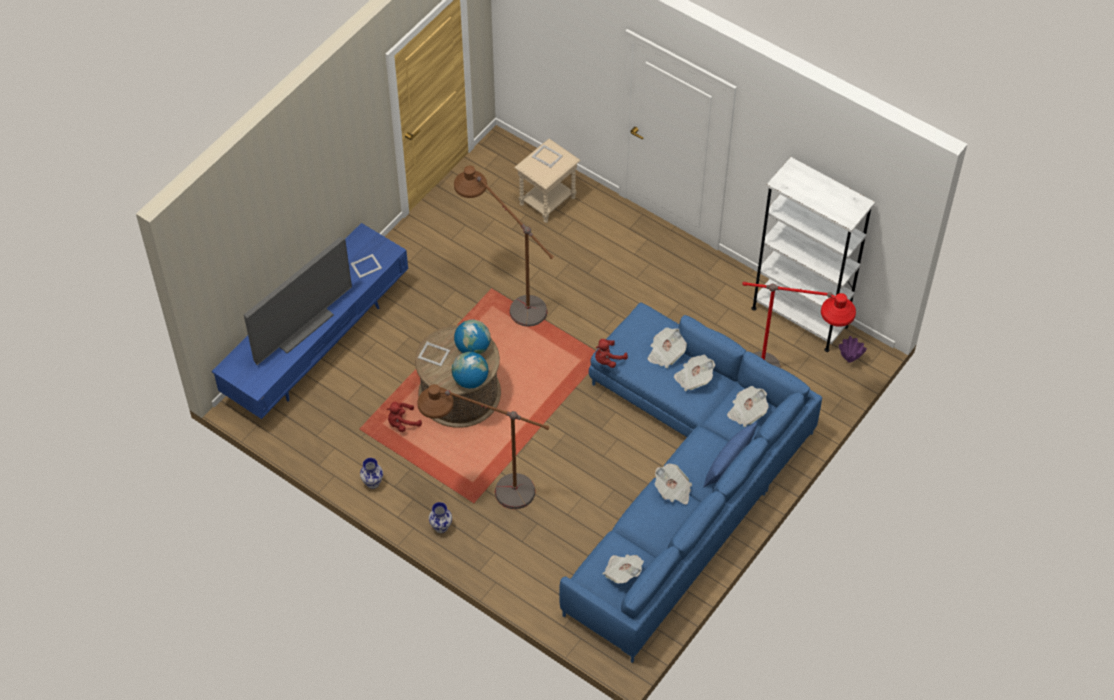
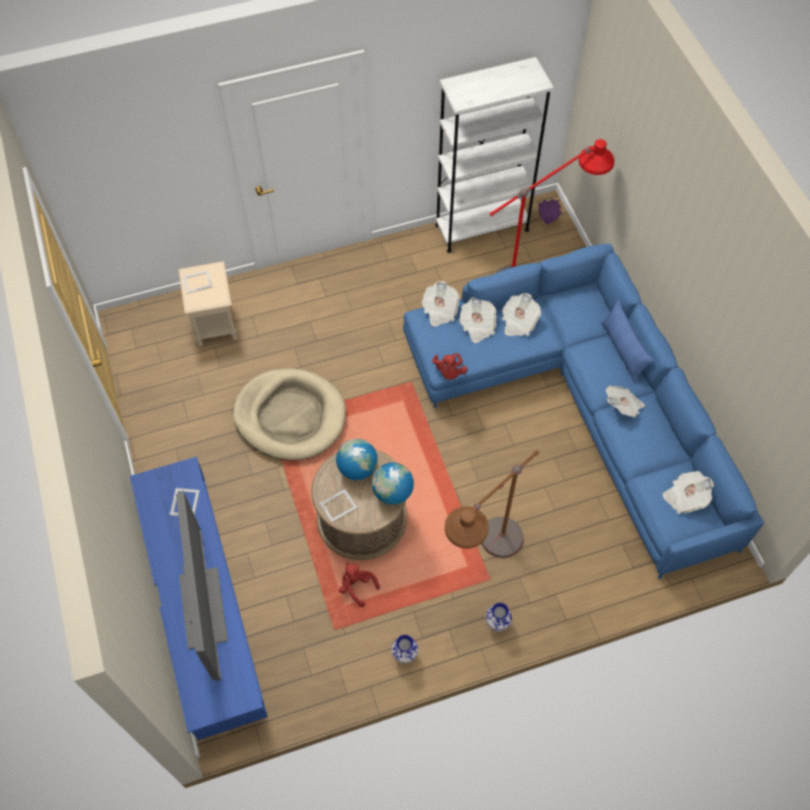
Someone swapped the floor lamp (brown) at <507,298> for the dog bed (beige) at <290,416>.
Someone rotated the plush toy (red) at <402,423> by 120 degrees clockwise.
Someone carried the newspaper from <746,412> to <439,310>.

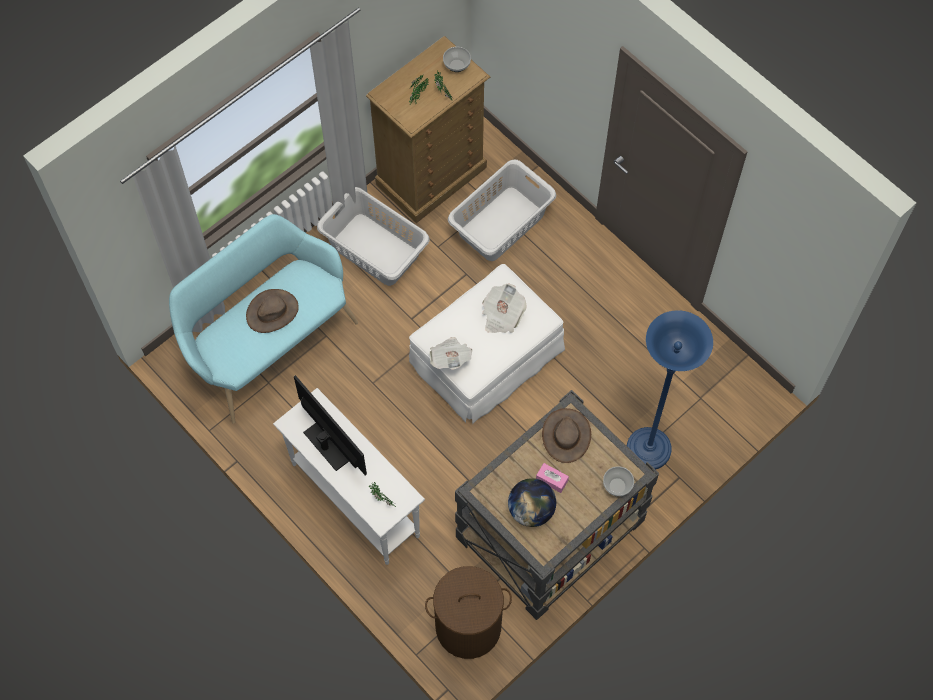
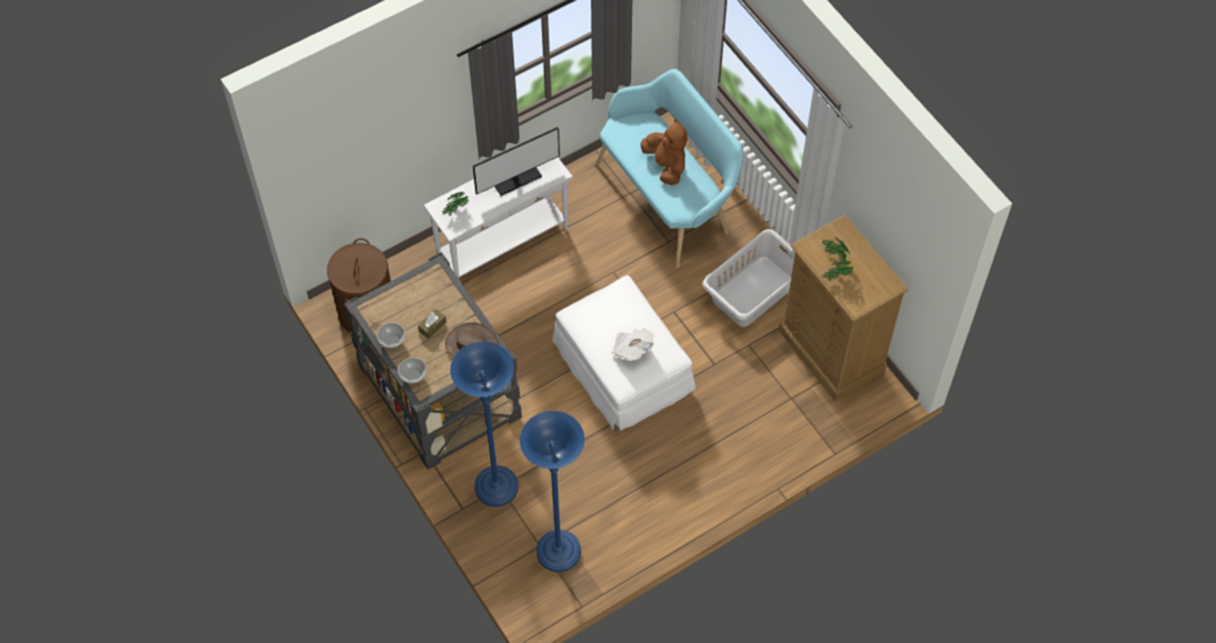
Someone carried the bowl from <456,66> to <392,341>.
Someone repainted the tissue box (pink) at <552,480>, which became the tissue box (brown) at <432,326>.
Someone put down the floor lamp (blue) at <558,552>.
Someone swapped the hat (brown) at <272,312> for the plush toy (brown) at <666,165>.
Someone took away the newspaper at <450,358>.
Someone took away the laundry basket (grey) at <502,224>.
Someone took away the globe at <531,510>.

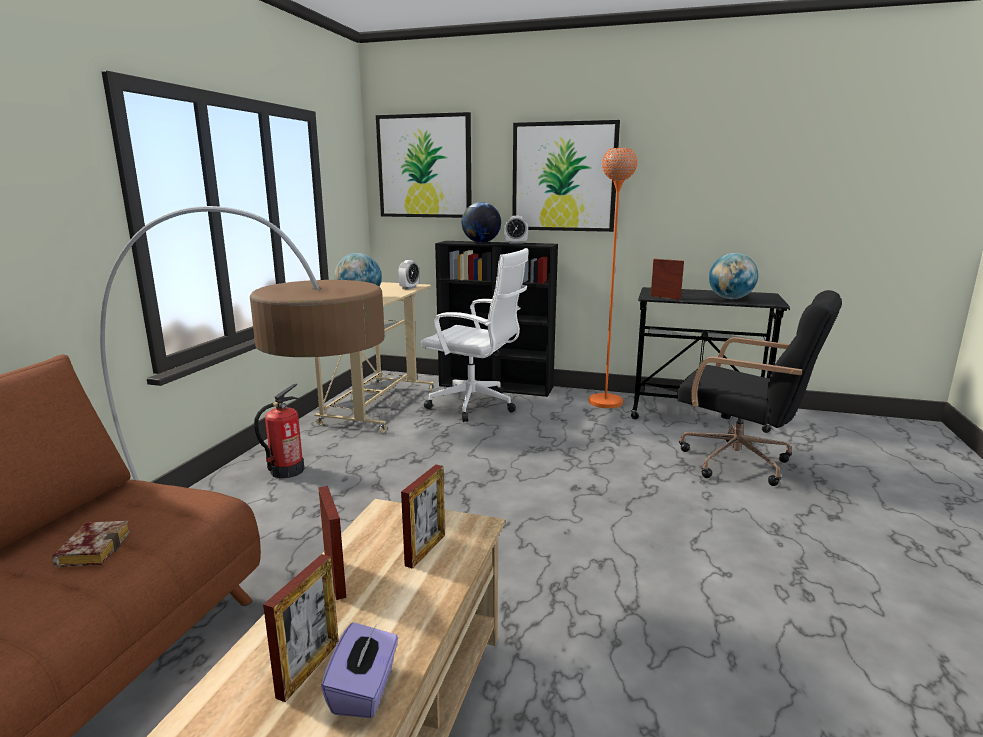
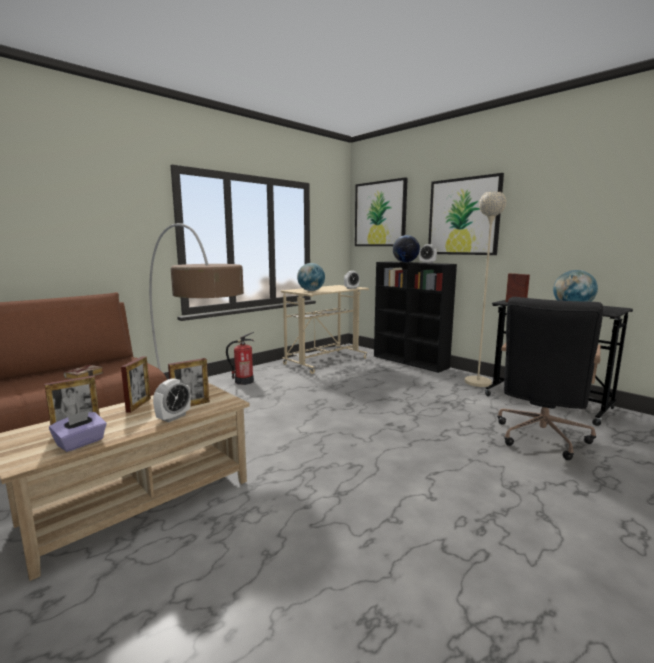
Someone put down the alarm clock at <174,417>.
Someone repainted the floor lamp (orange) at <605,402>, which became the floor lamp (beige) at <478,382>.
Someone rotated the office chair (black) at <741,464> by 60 degrees clockwise.
Someone took away the office chair (white) at <476,406>.

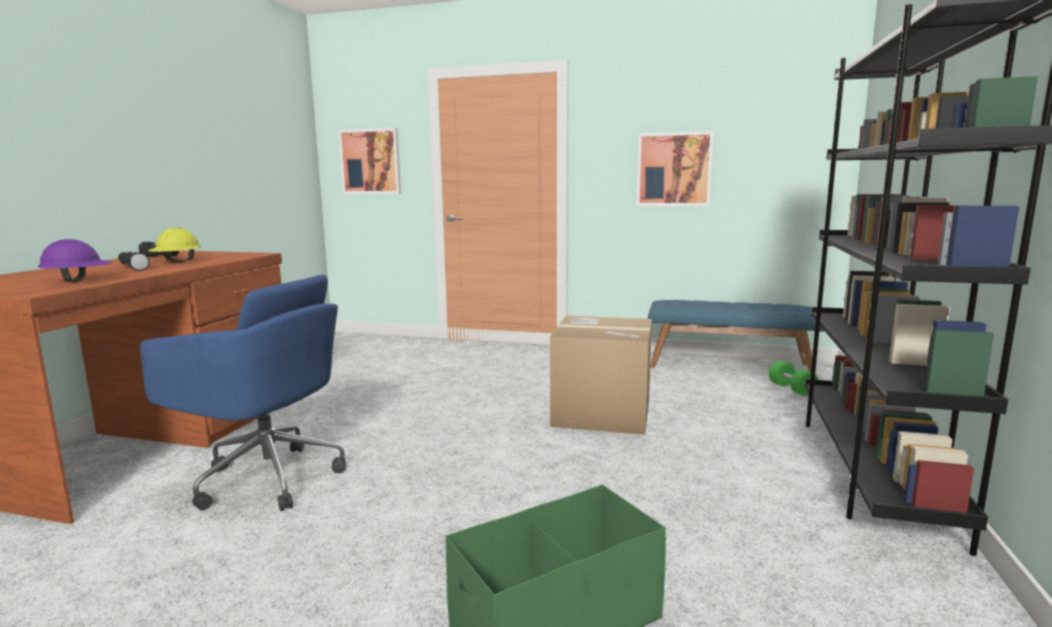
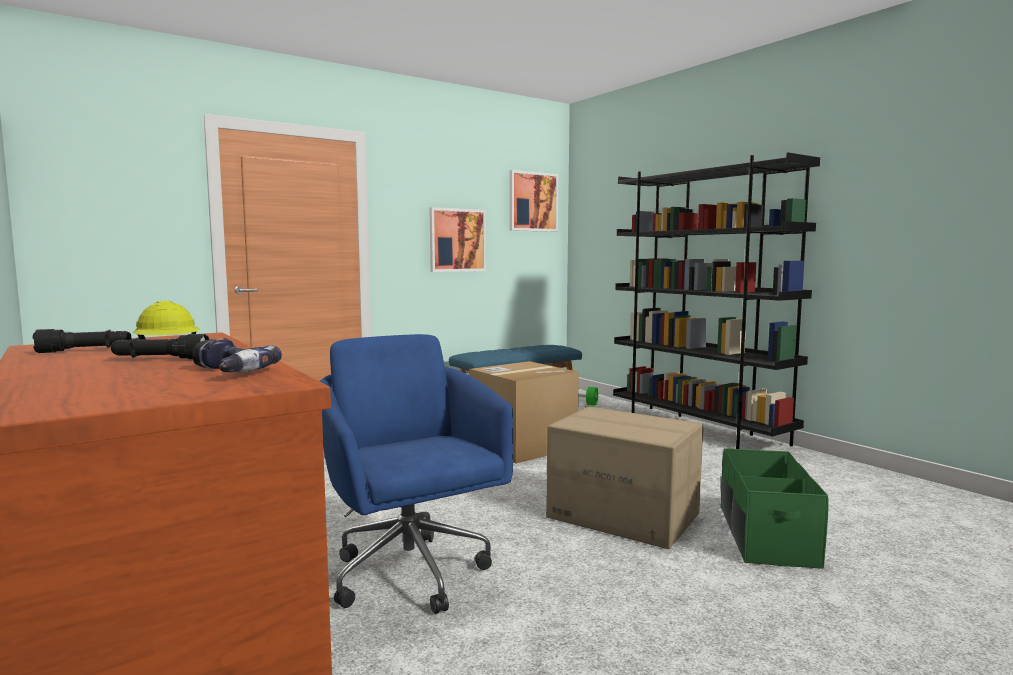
Someone swapped the hard hat (purple) at <79,281> for the power drill at <227,372>.
Someone rotated the office chair (blue) at <264,479> by 90 degrees counterclockwise.
Someone carried the picture from <370,161> to <533,202>.
Someone put down the cardboard box at <624,515>.

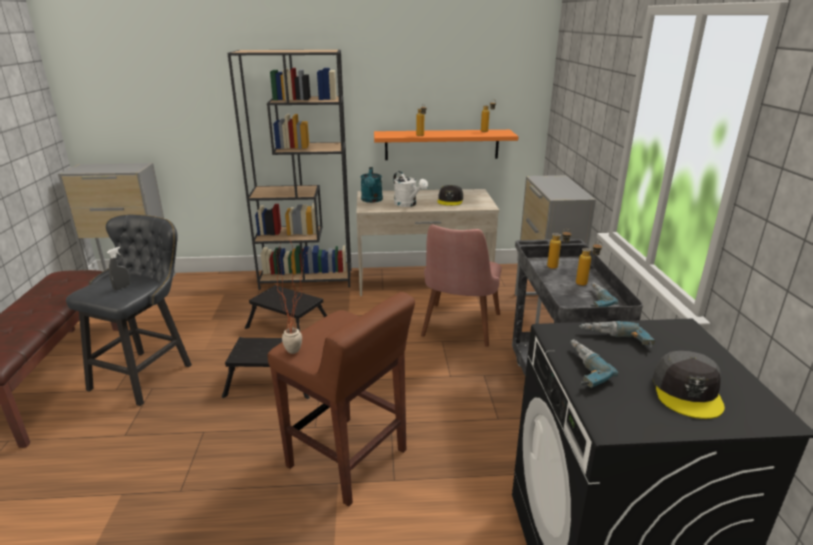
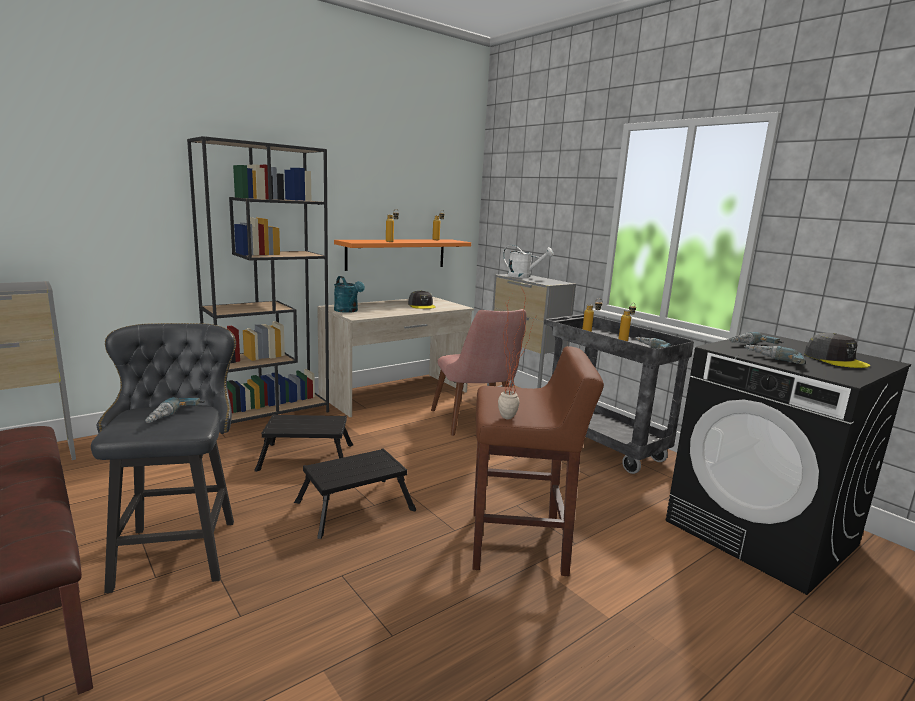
Someone swapped the spray bottle (grey) at <122,287> for the power drill at <175,417>.
Someone carried the watering can (white) from <408,204> to <523,276>.

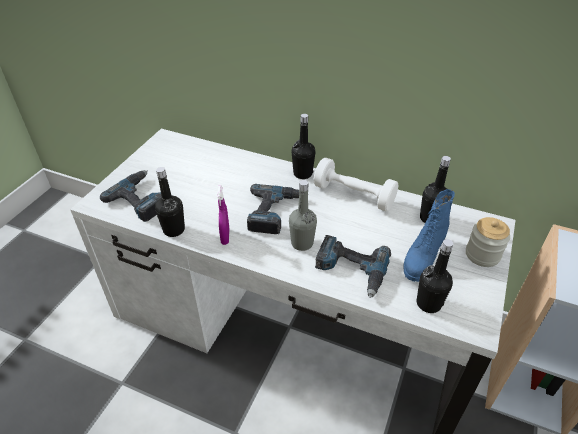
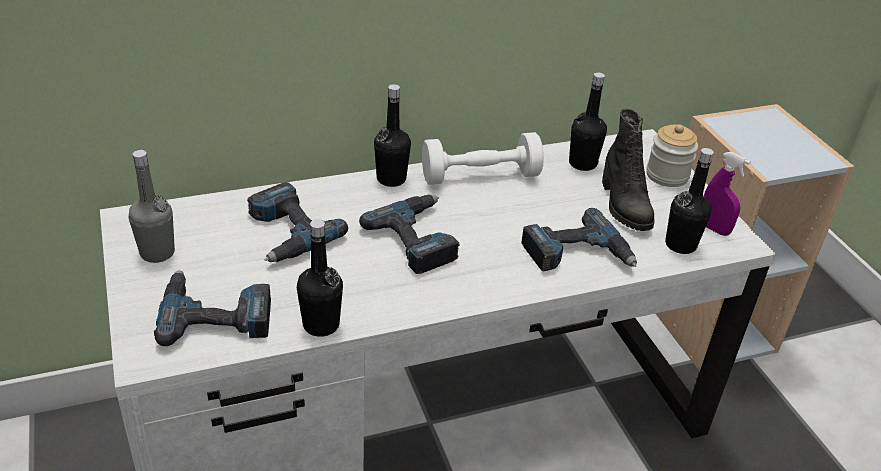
Someone carried the bottle (grey) from <302,243> to <157,253>.
Someone put down the power drill at <286,232>.
Someone repainted the boot (blue) at <422,258>, which became the boot (black) at <623,206>.
Someone carried the spray bottle (purple) from <225,237> to <713,229>.

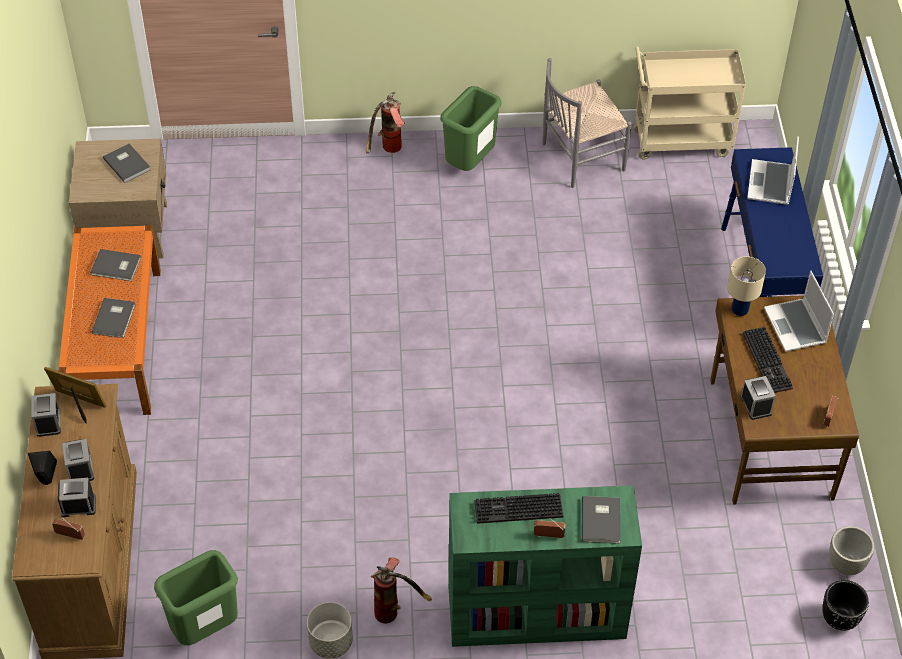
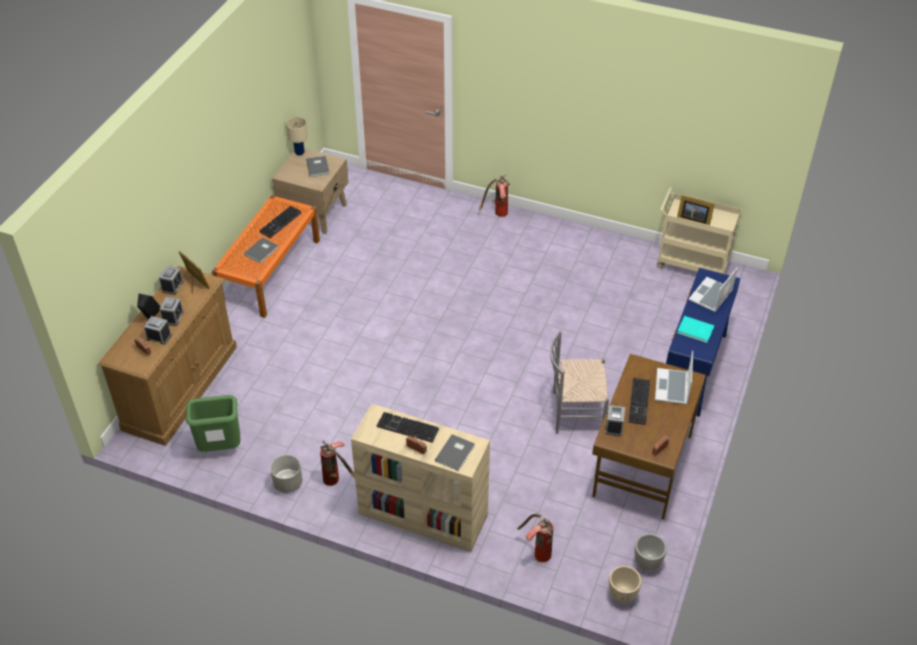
Someone swapped the book (grey) at <116,267> for the keyboard at <281,223>.
Someone carried the table lamp (beige) from <739,311> to <299,153>.
Someone repainted the bookcase (green) at <536,614>, which became the bookcase (beige) at <422,515>.
Someone put down the fire extinguisher at <536,552>.
Someone carried the chair (grey) from <579,158> to <574,412>.
Someone repainted the planter (black) at <839,619>, which became the planter (beige) at <622,595>.
Someone put down the picture frame at <692,220>.
Someone put down the book (turquoise) at <695,331>.
Someone took away the trash can (green) at <470,164>.

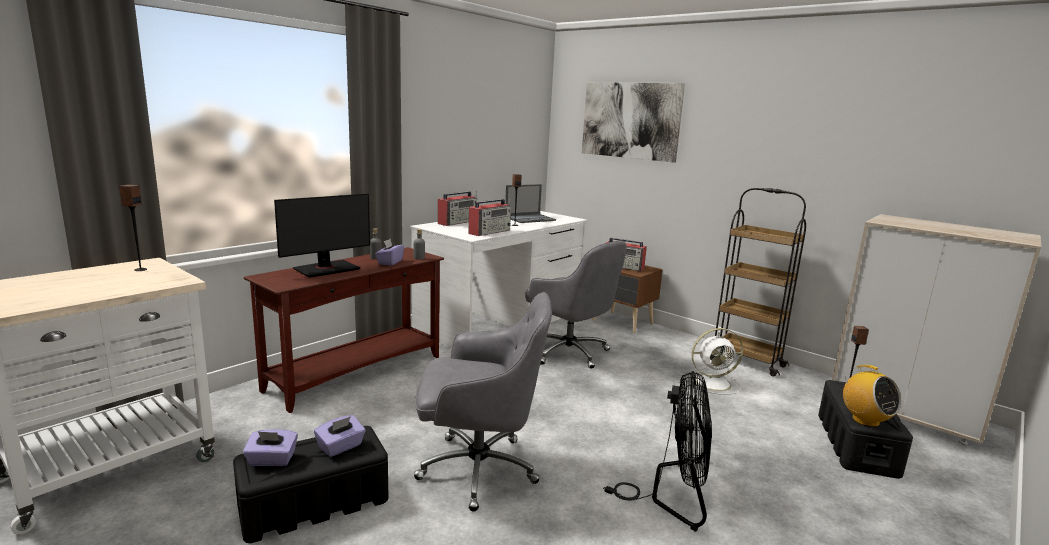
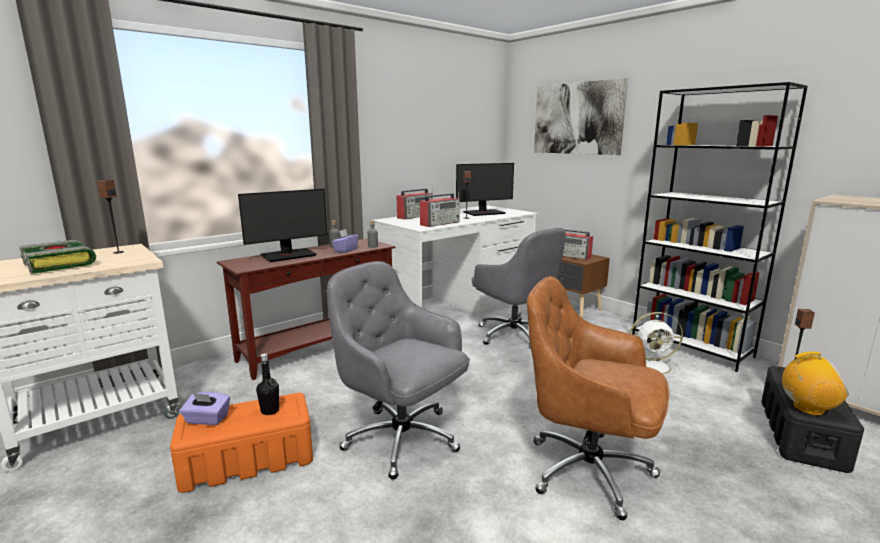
Someone put down the book at <61,264>.
Someone repainted the storage box (black) at <313,504>, which became the storage box (orange) at <247,461>.
Someone swapped the tissue box (purple) at <341,447> for the bottle (black) at <270,410>.
Someone rotated the office chair (grey) at <478,469> by 150 degrees counterclockwise.
Someone swapped the laptop at <530,219> for the monitor at <483,213>.
Someone swapped the fan (black) at <672,490> for the office chair (brown) at <589,470>.
Someone swapped the cart (brown) at <747,361> for the bookcase (white) at <691,347>.
Someone rotated the radio at <865,420> by 60 degrees counterclockwise.

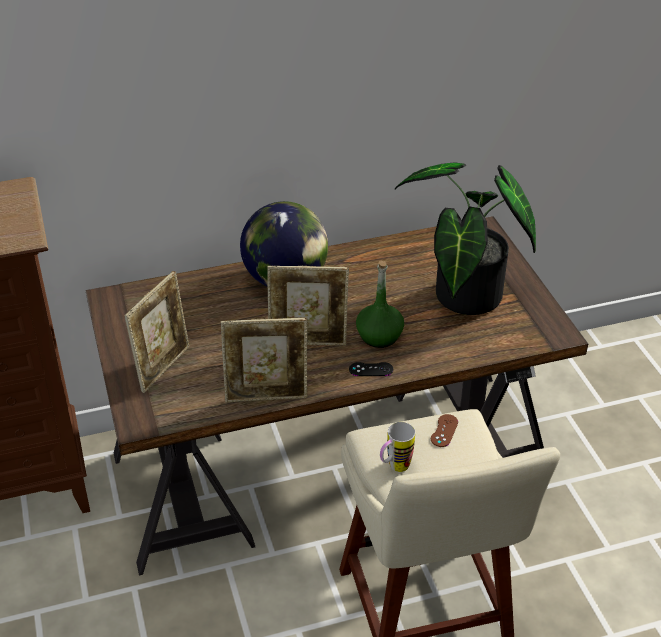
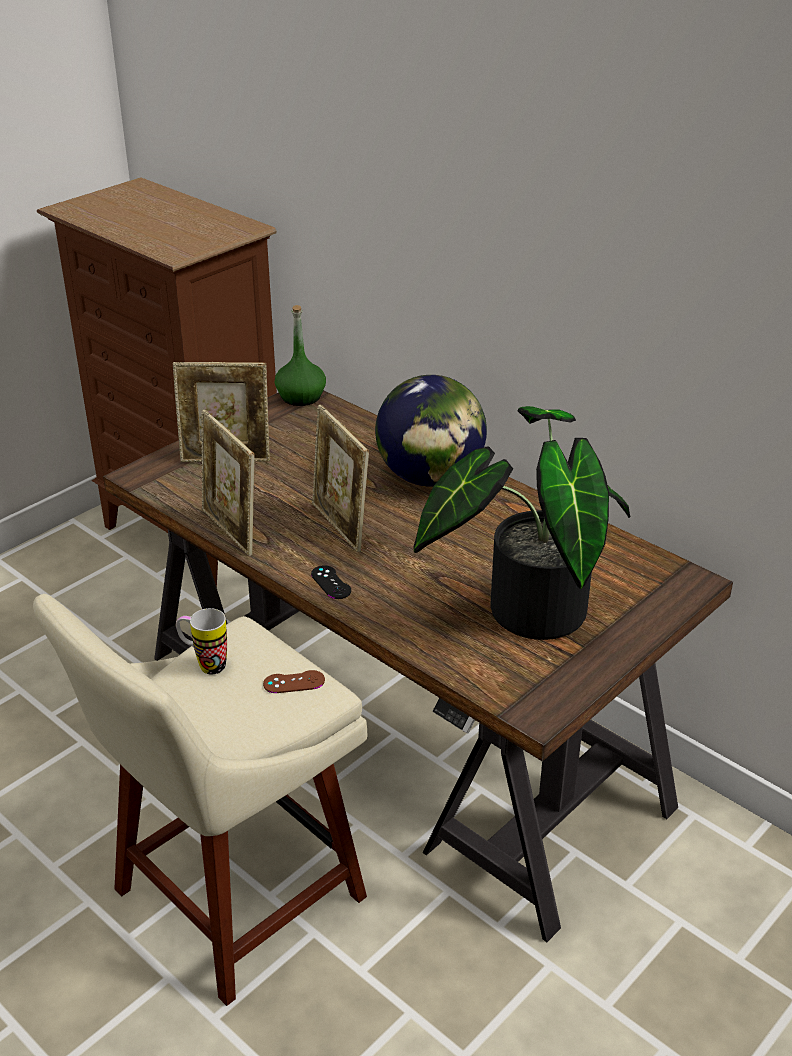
Someone carried the bottle (green) from <379,336> to <301,397>.

